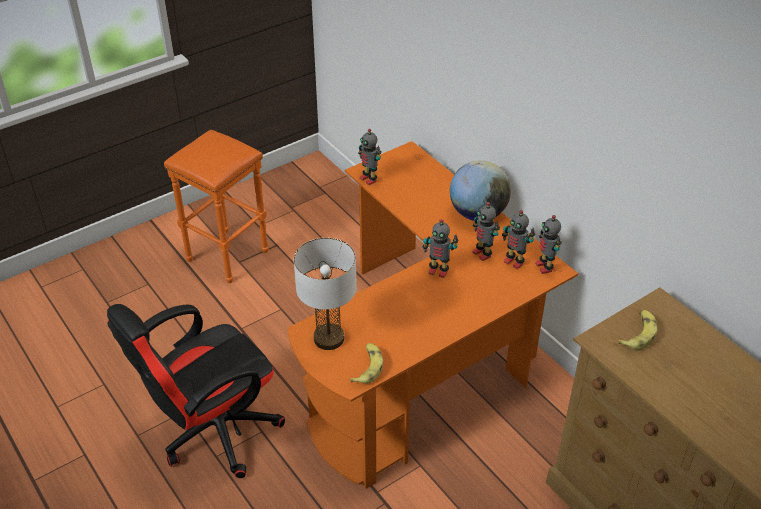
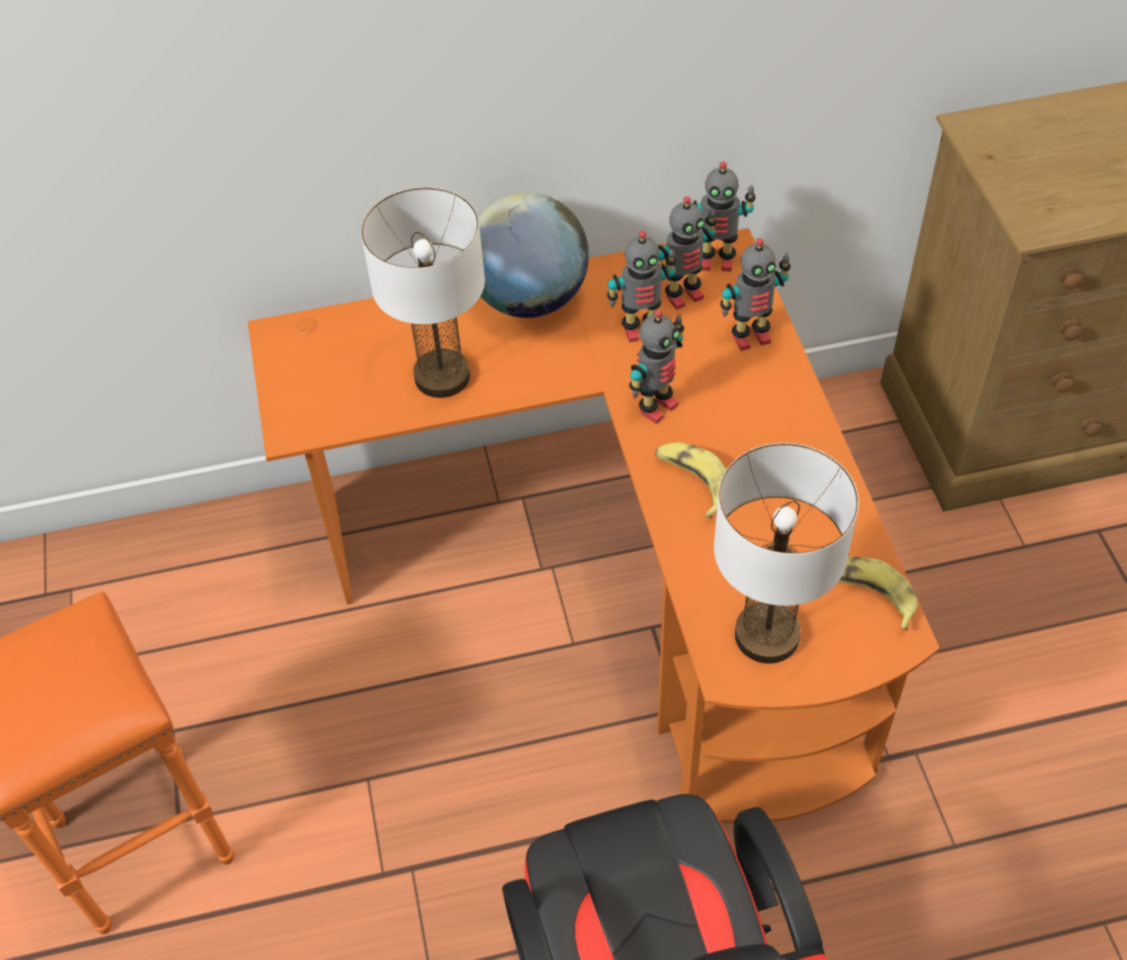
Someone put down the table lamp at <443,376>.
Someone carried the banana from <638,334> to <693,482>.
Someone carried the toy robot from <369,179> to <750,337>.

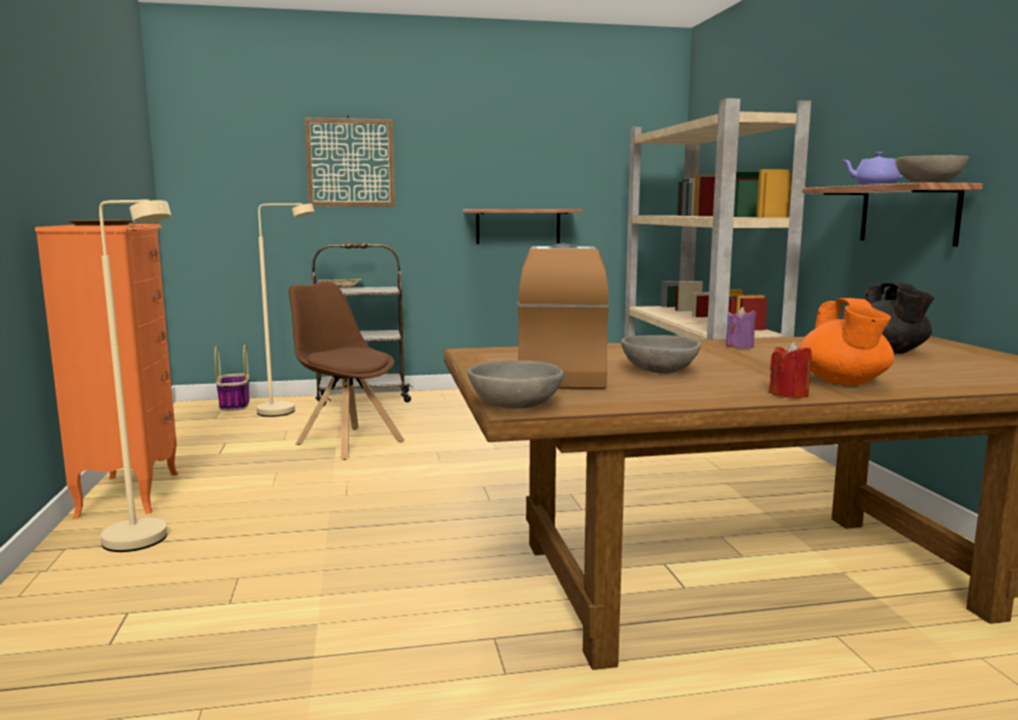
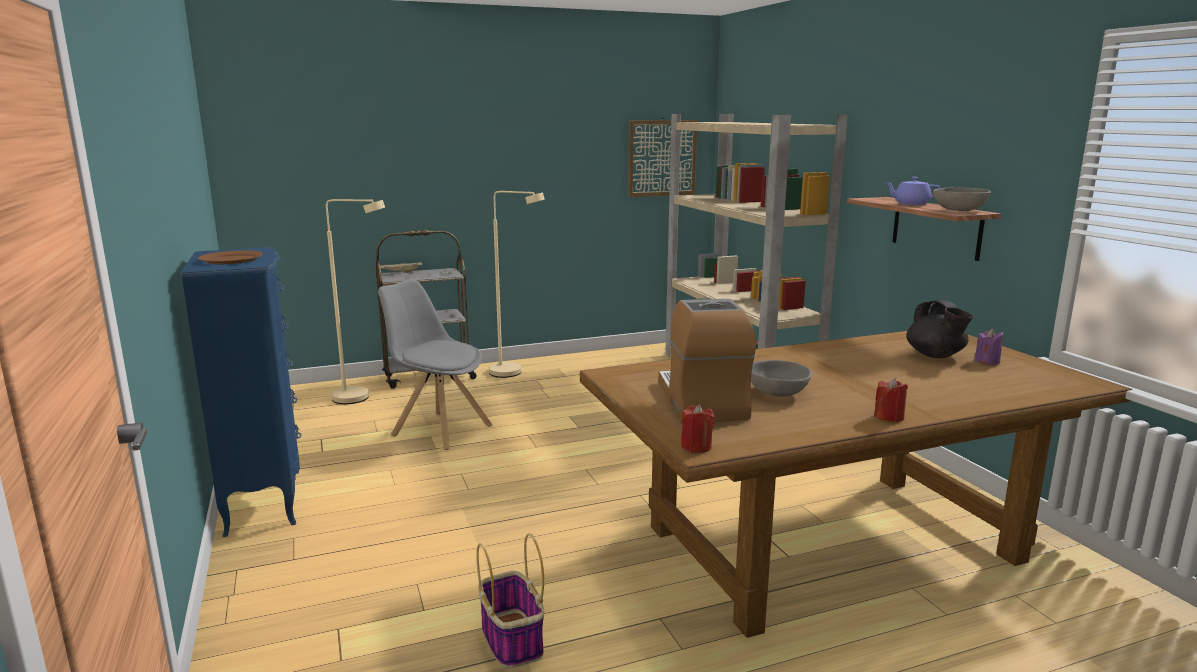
Someone repainted the dresser (orange) at <134,494>, which became the dresser (blue) at <266,504>.
Someone repainted the chair (brown) at <346,441>, which became the chair (grey) at <438,429>.
Someone carried the basket from <234,404> to <511,639>.
Someone carried the floor lamp (beige) from <147,542> to <514,373>.
Someone carried the picture from <350,161> to <662,157>.
Someone swapped the bowl (grey) at <516,406> for the candle (red) at <696,447>.
Someone carried the candle (purple) from <739,346> to <987,361>.
Someone took away the shelf at <518,226>.
Someone took away the teapot (orange) at <843,382>.

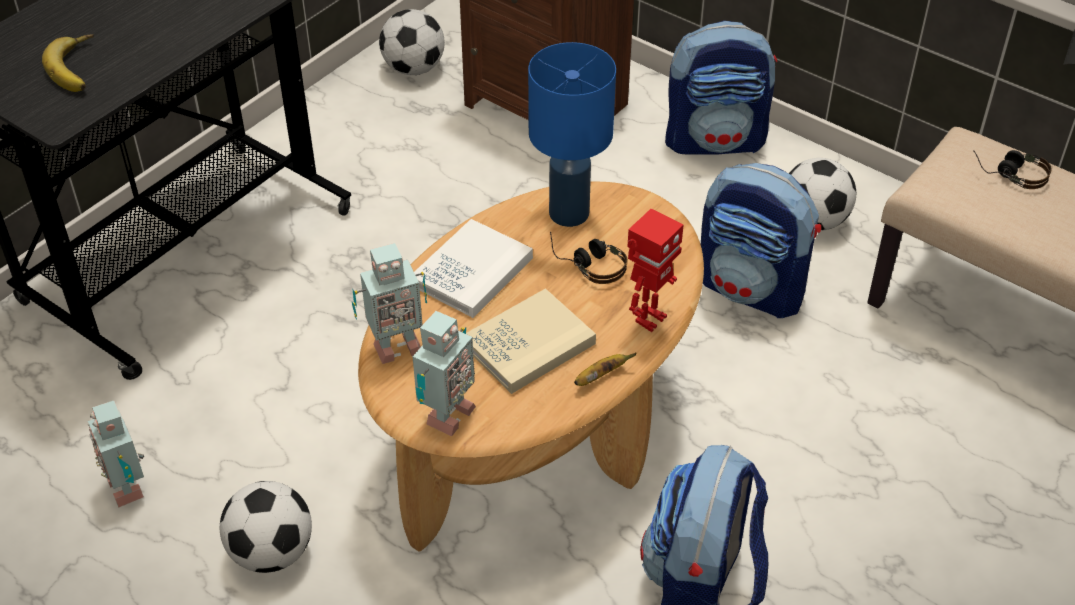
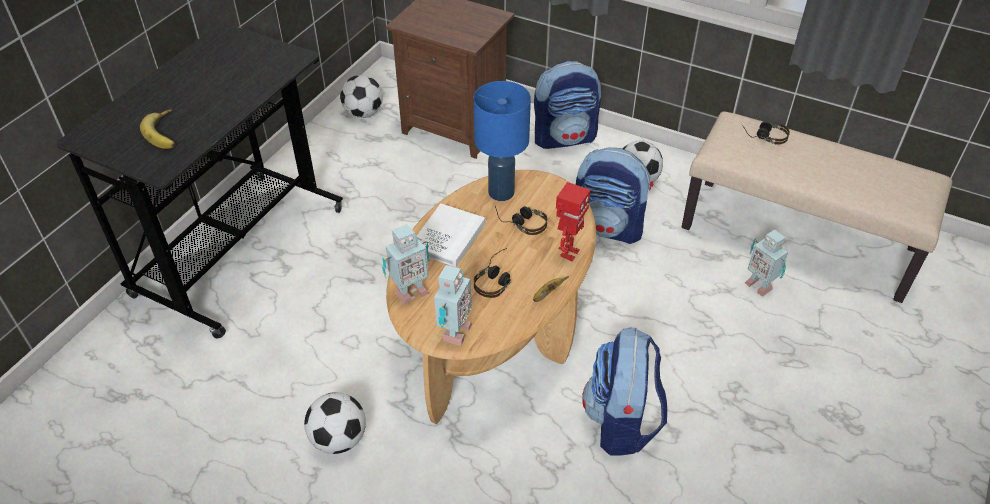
Someone swapped the book (beige) at <528,344> for the headphones at <496,279>.
Someone carried the toy robot from <129,486> to <759,284>.

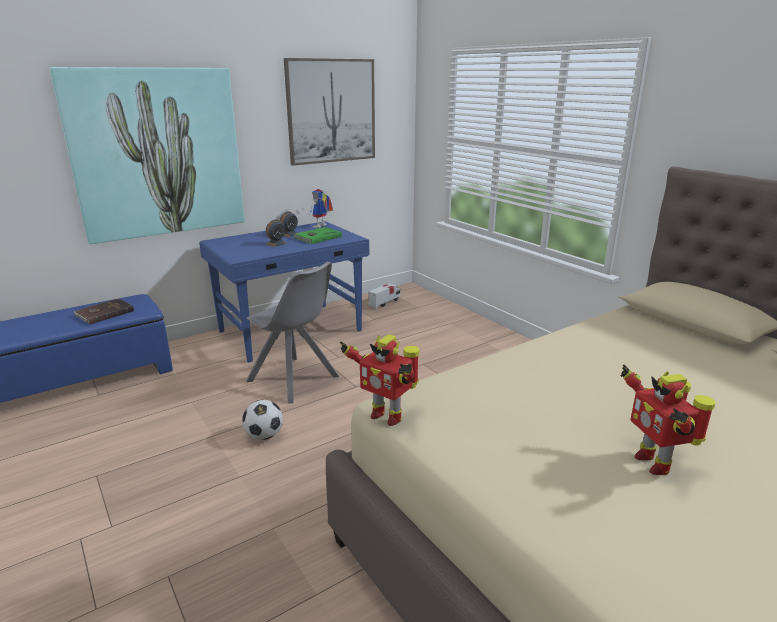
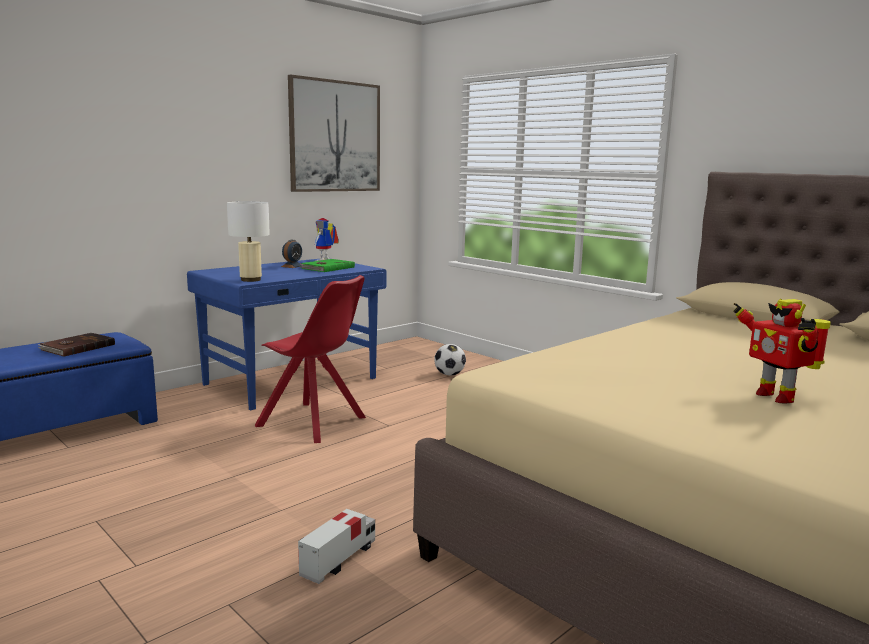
Someone put down the table lamp (white) at <250,280>.
Someone repainted the chair (grey) at <294,380>, which became the chair (red) at <313,423>.
Someone carried the toy truck from <384,303> to <339,560>.
Someone carried the football from <264,435> to <449,374>.
Someone took away the picture at <157,153>.
Someone took away the alarm clock at <276,243>.
Someone took away the toy robot at <386,415>.

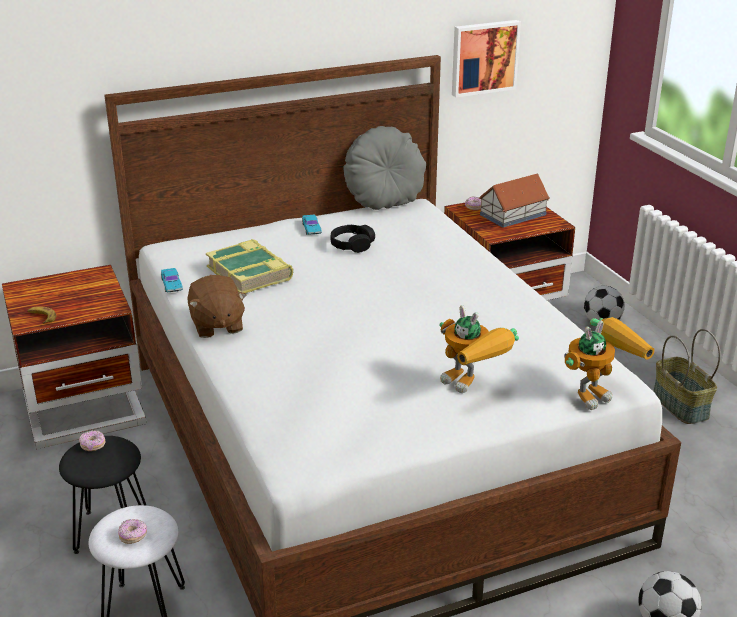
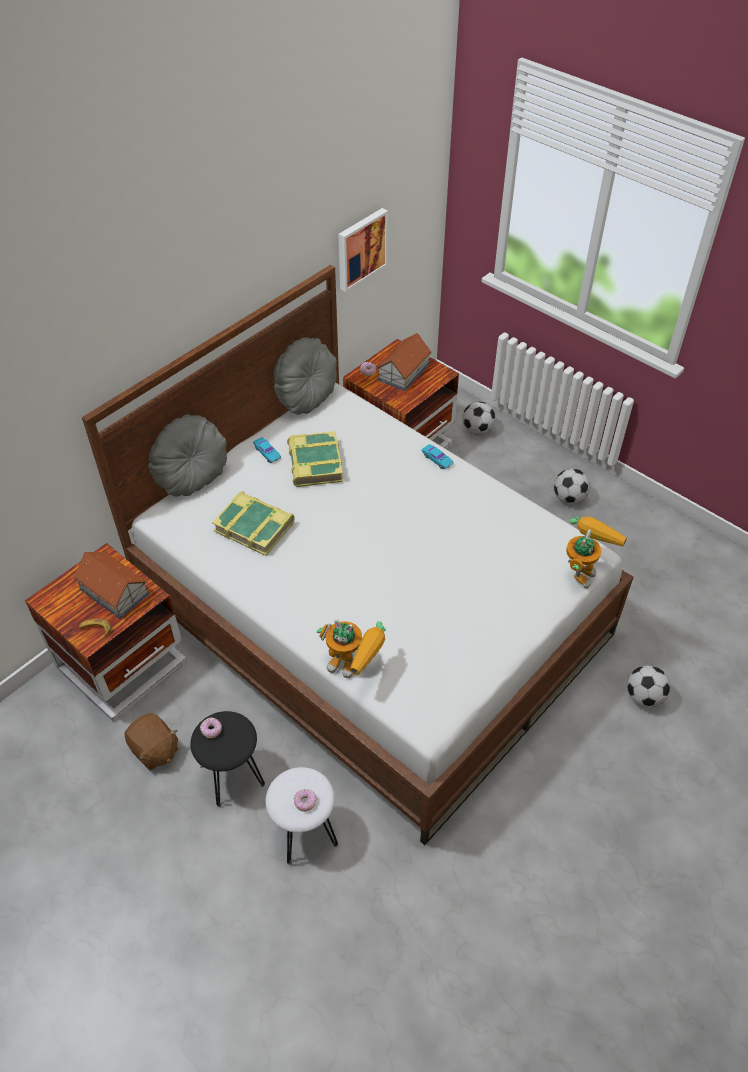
Someone put down the toy house at <114,592>.
Someone carried the plush toy (brown) from <216,325> to <154,750>.
Someone put down the pillow (grey) at <193,480>.
Someone swapped the headphones (black) at <352,245> for the book at <314,464>.
Someone carried the toy robot from <473,386> to <354,667>.
Someone carried the toy car (turquoise) from <171,284> to <437,459>.
Someone swapped the basket at <679,405> for the football at <568,498>.

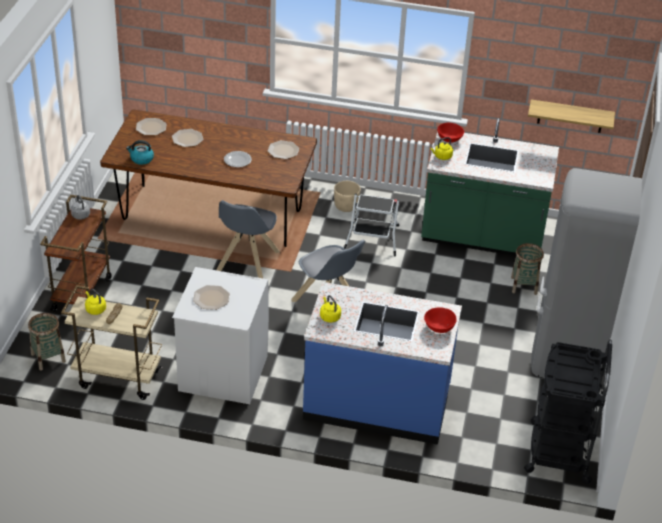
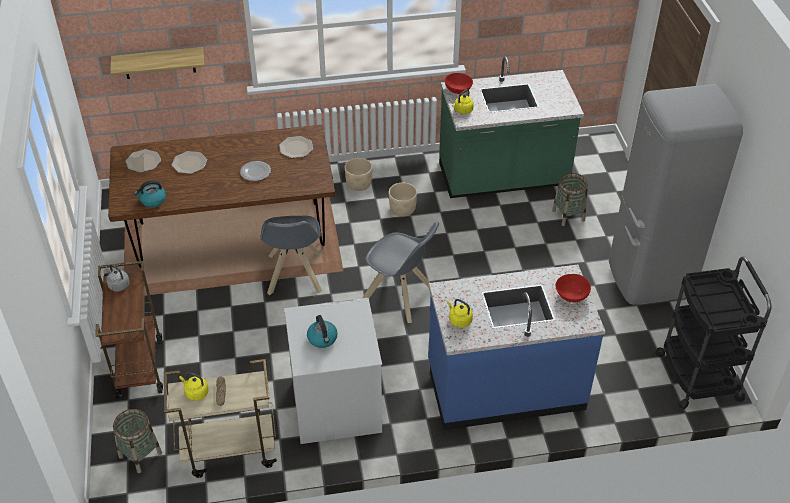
Someone carried the shelf from <570,116> to <159,63>.
Someone swapped the plate at <211,298> for the kettle at <322,339>.
Someone swapped the step ladder at <373,238> for the planter (beige) at <402,209>.

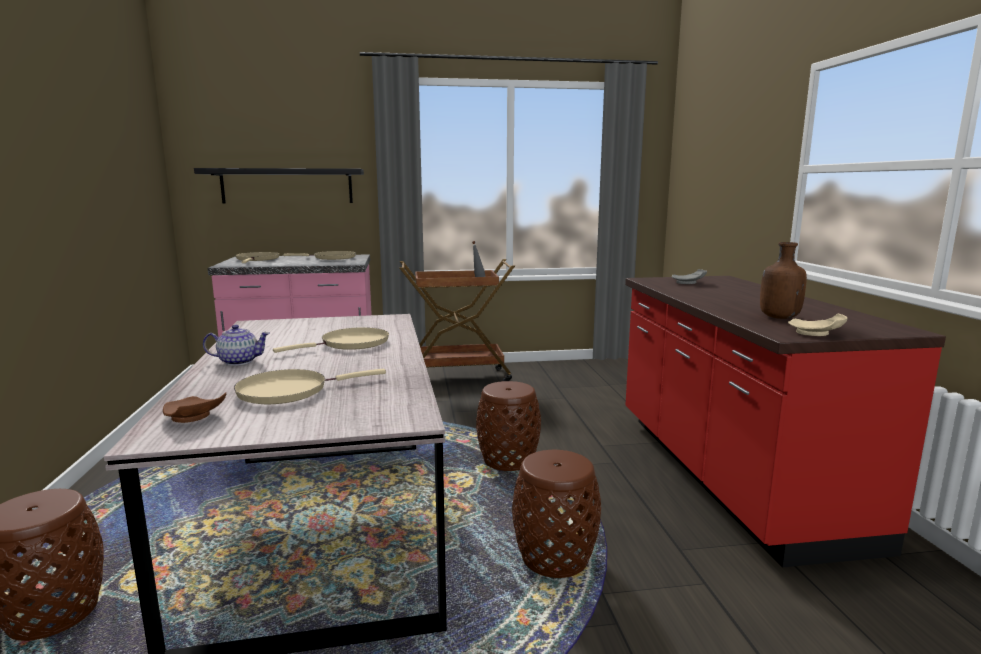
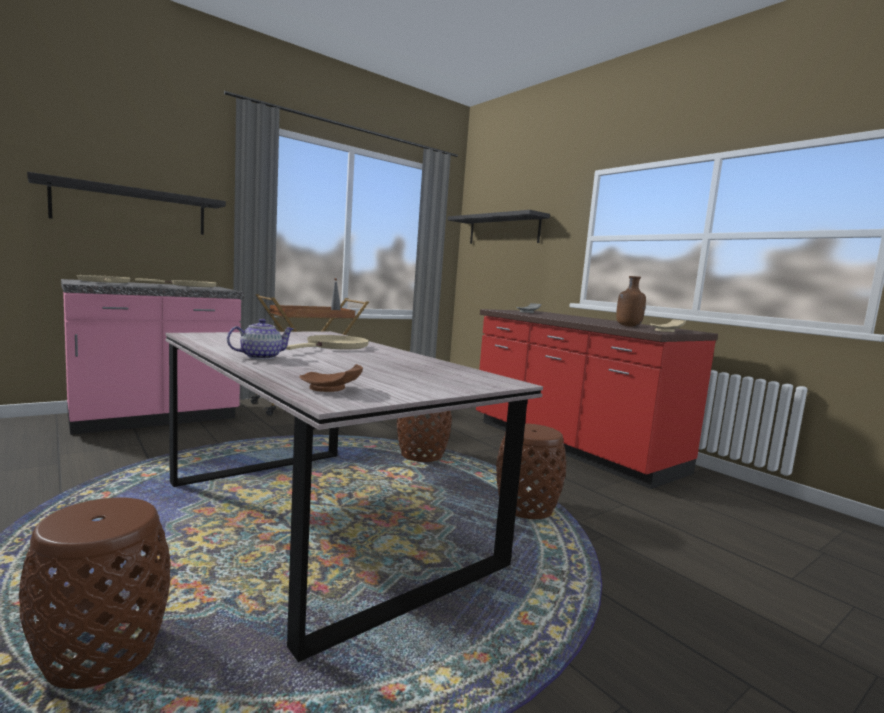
Someone put up the shelf (black) at <503,230>.
Someone took away the frying pan (beige) at <289,391>.

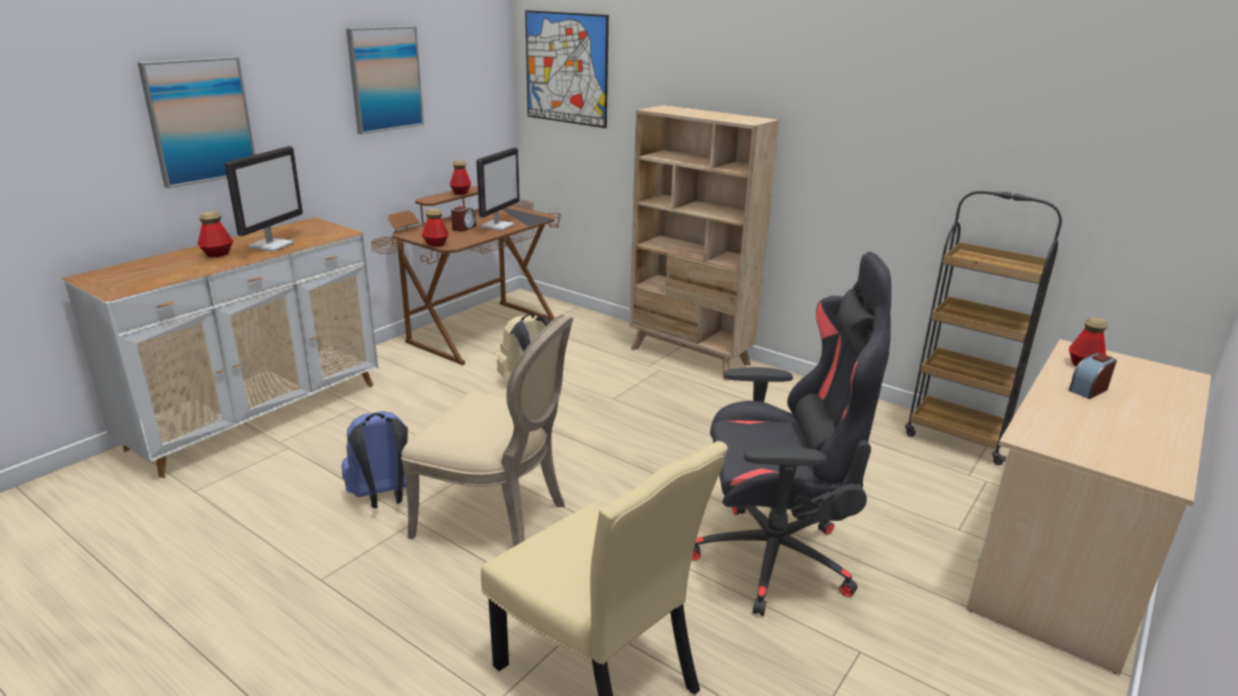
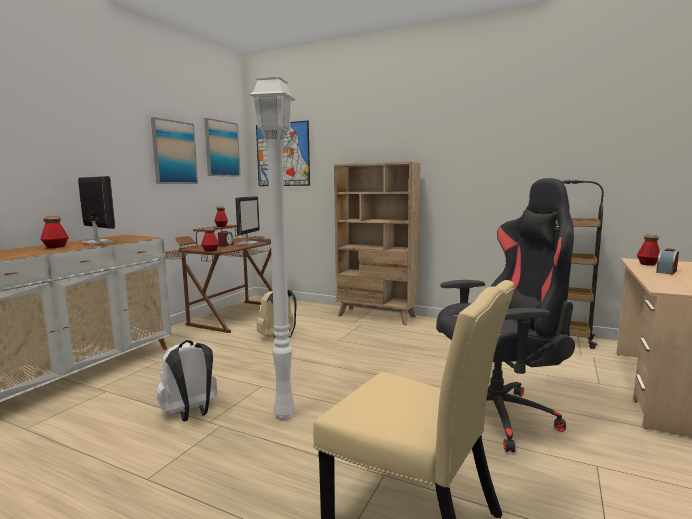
Someone rotated the monitor at <271,245> by 60 degrees counterclockwise.
Someone repainted the backpack (blue) at <384,497>, which became the backpack (white) at <191,413>.
Someone carried the picture from <200,121> to <221,148>.
Someone swapped the chair (beige) at <498,518> for the floor lamp (white) at <285,416>.

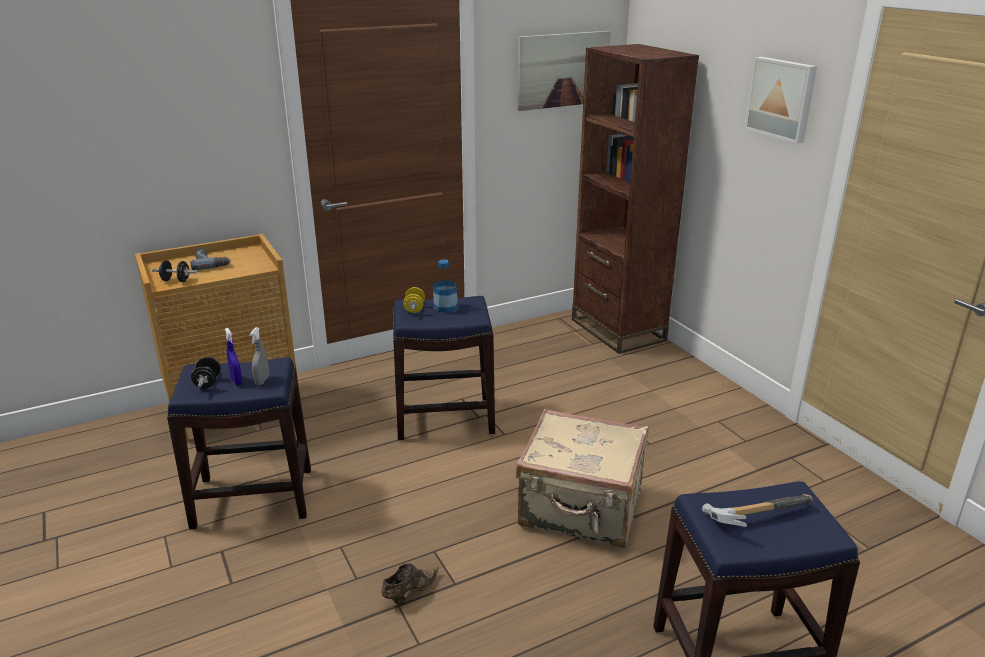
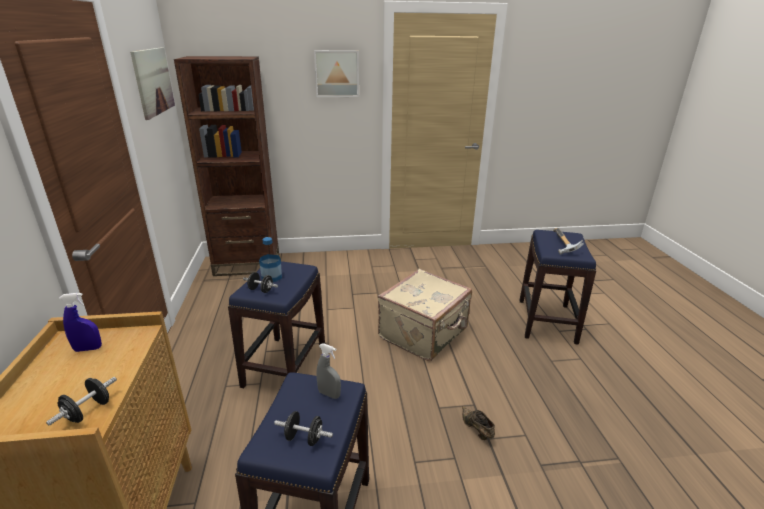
Someone carried the spray bottle (blue) from <236,381> to <88,349>.
Someone repainted the dumbbell (yellow) at <414,309>, which became the dumbbell (black) at <261,290>.
Someone took away the power drill at <210,262>.

